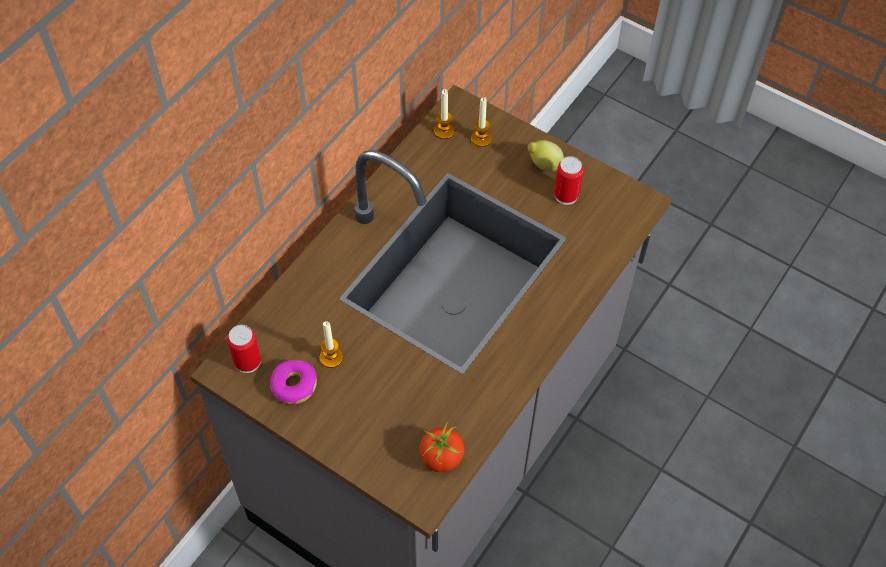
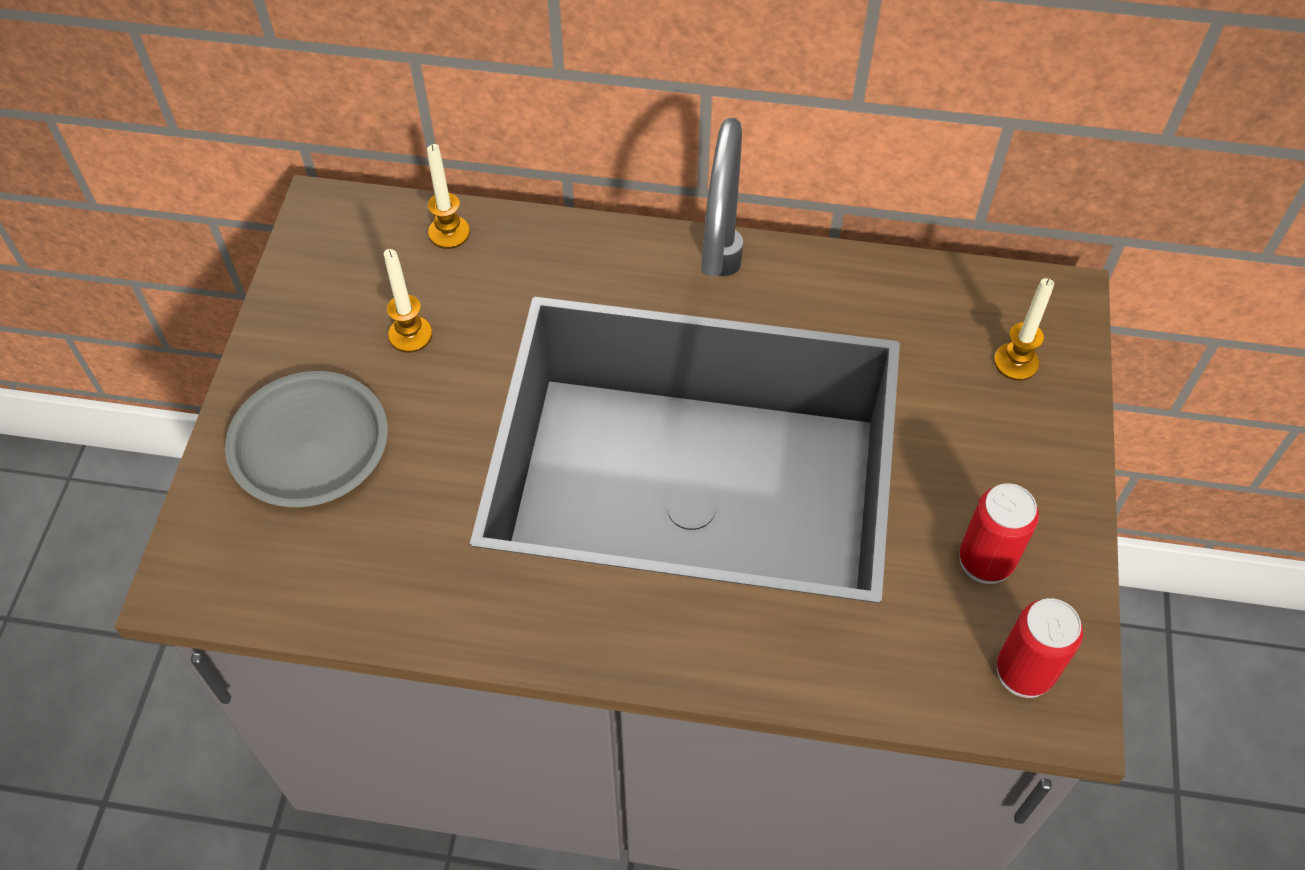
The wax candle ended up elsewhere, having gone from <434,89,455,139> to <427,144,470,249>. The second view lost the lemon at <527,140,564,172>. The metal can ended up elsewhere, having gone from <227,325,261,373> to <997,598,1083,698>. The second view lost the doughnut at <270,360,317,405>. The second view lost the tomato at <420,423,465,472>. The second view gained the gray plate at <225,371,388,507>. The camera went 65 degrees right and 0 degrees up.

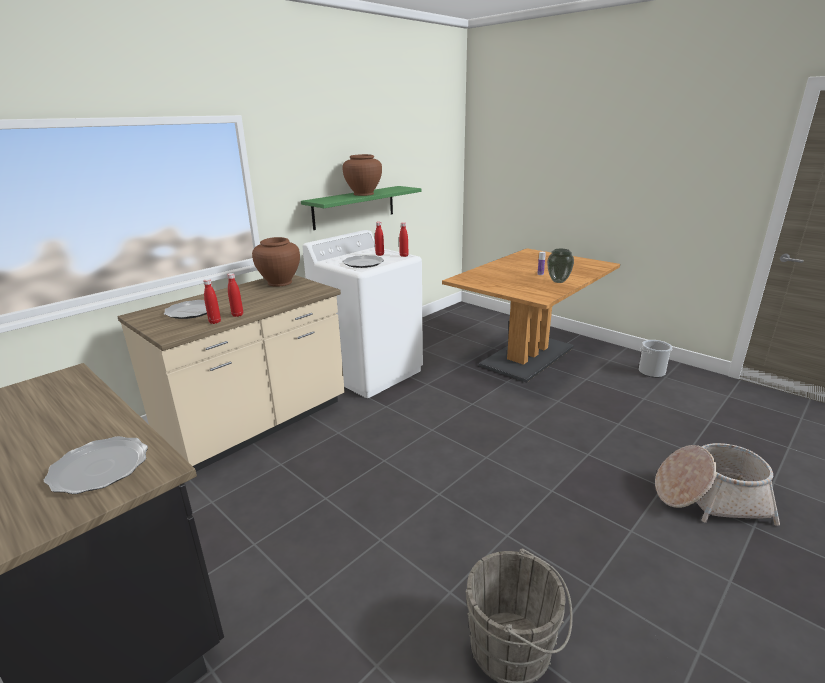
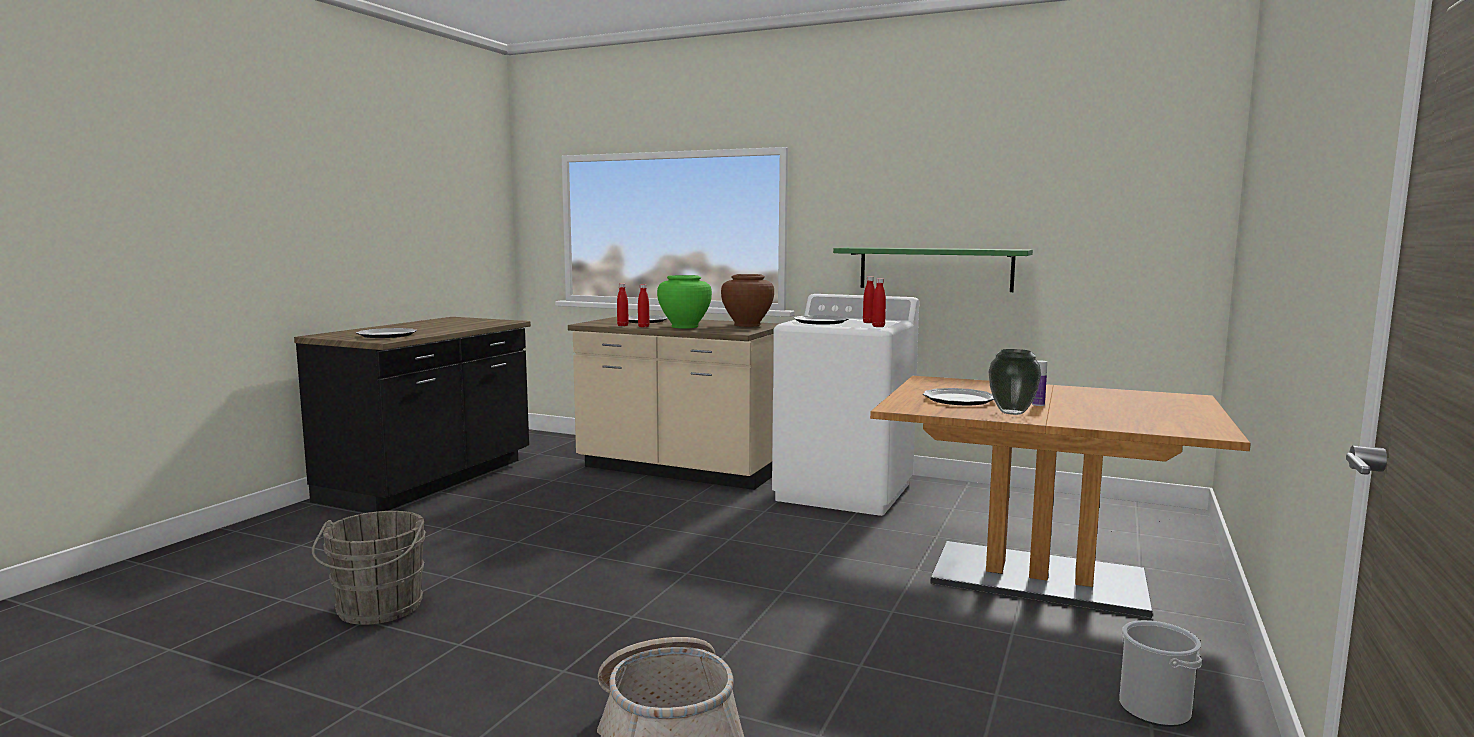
The second view lost the brownish flower vase at <343,154,382,196>. The second view gained the greenish flower vase at <657,275,712,328>. The second view gained the plate at <923,388,994,405>. The camera went 70 degrees right and 15 degrees down.

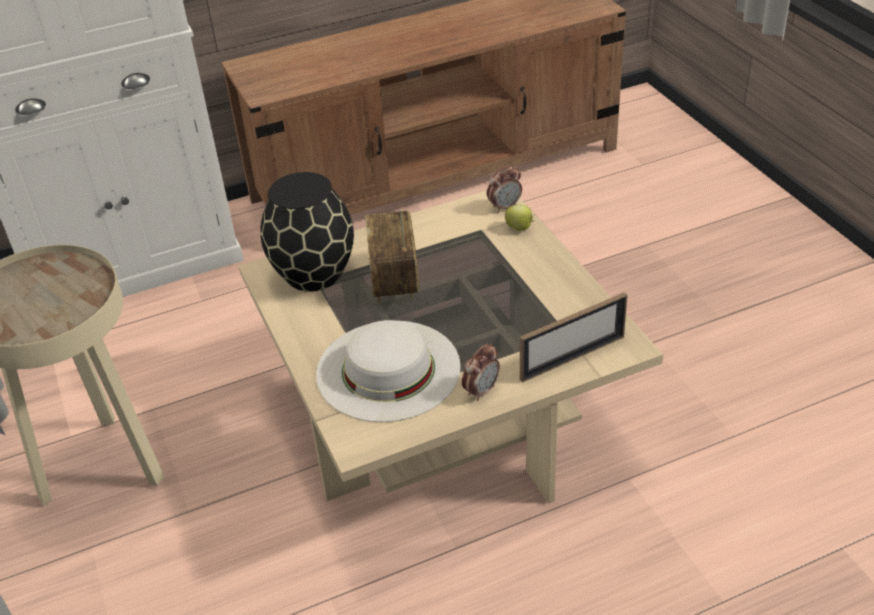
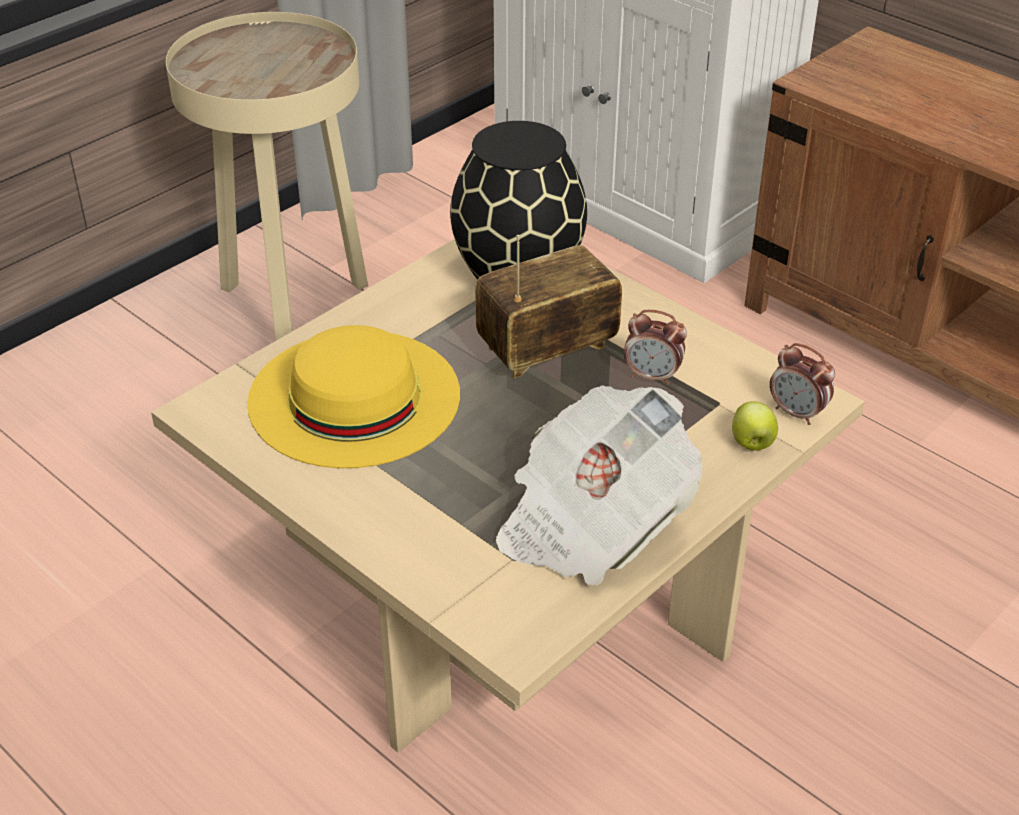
The second view lost the standing frame at <520,292,627,383>. What was the white clothing hat at <316,320,461,422> turned into the yellowish clothing hat at <247,325,460,468>. The table clock ended up elsewhere, having gone from <462,344,500,401> to <624,310,687,385>. The second view gained the printed paper at <496,385,703,586>. The camera went 65 degrees right and 0 degrees up.

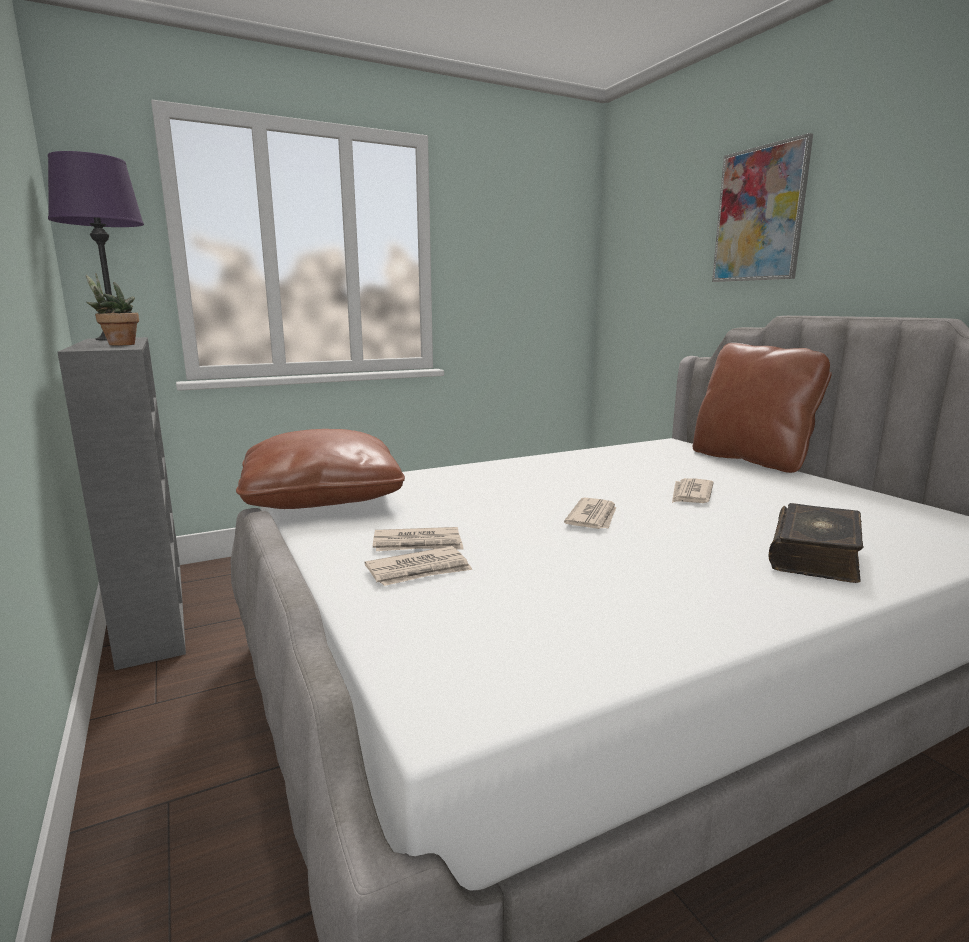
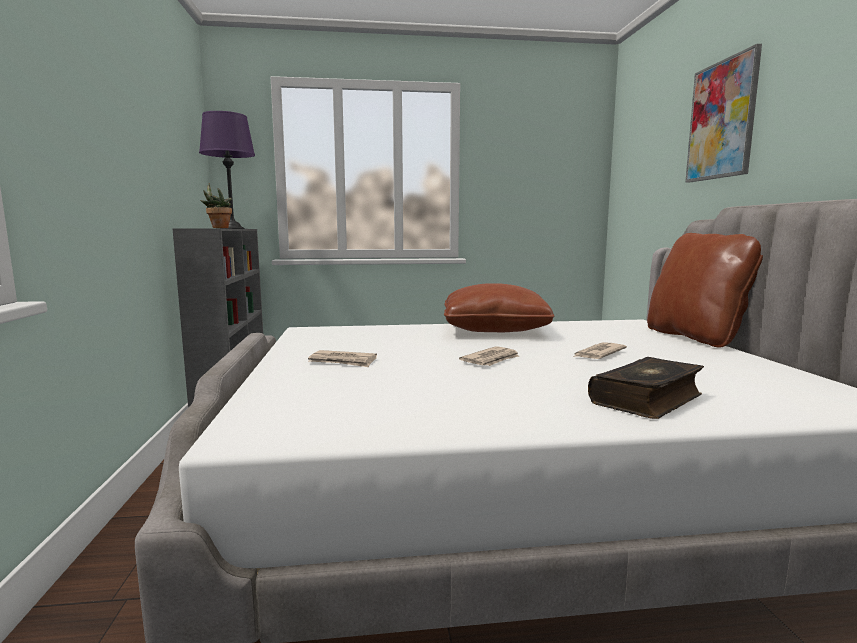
The brownish throw pillow ended up elsewhere, having gone from <236,429,405,509> to <444,283,554,332>. The second view lost the printed paper at <365,546,473,586>. The camera went 20 degrees right and 5 degrees down.

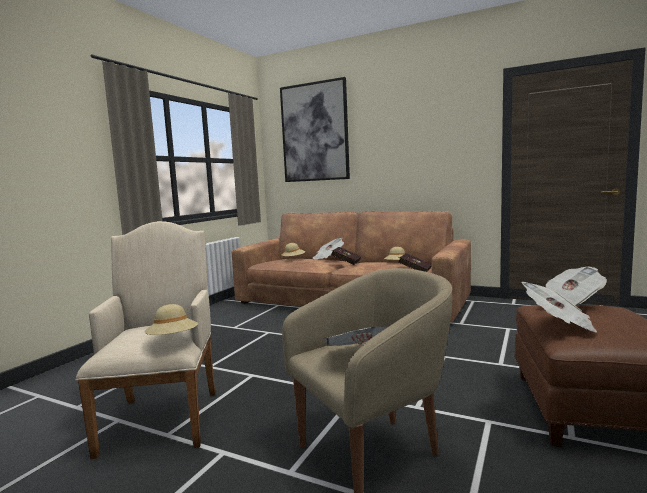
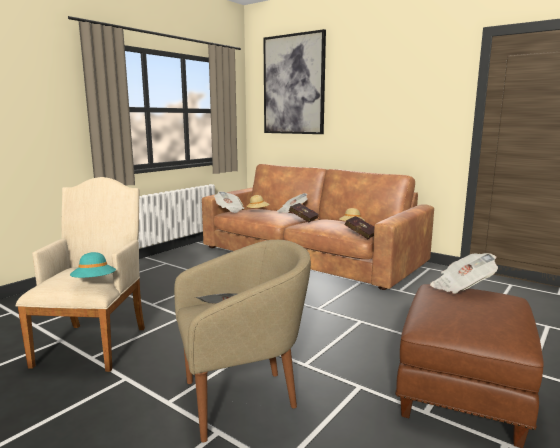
The printed paper ended up elsewhere, having gone from <522,282,598,333> to <214,191,244,213>. What was the sand-coloured clothing hat at <145,304,198,335> turned into the turquoise clothing hat at <70,252,116,278>. The camera went 10 degrees right and 5 degrees up.

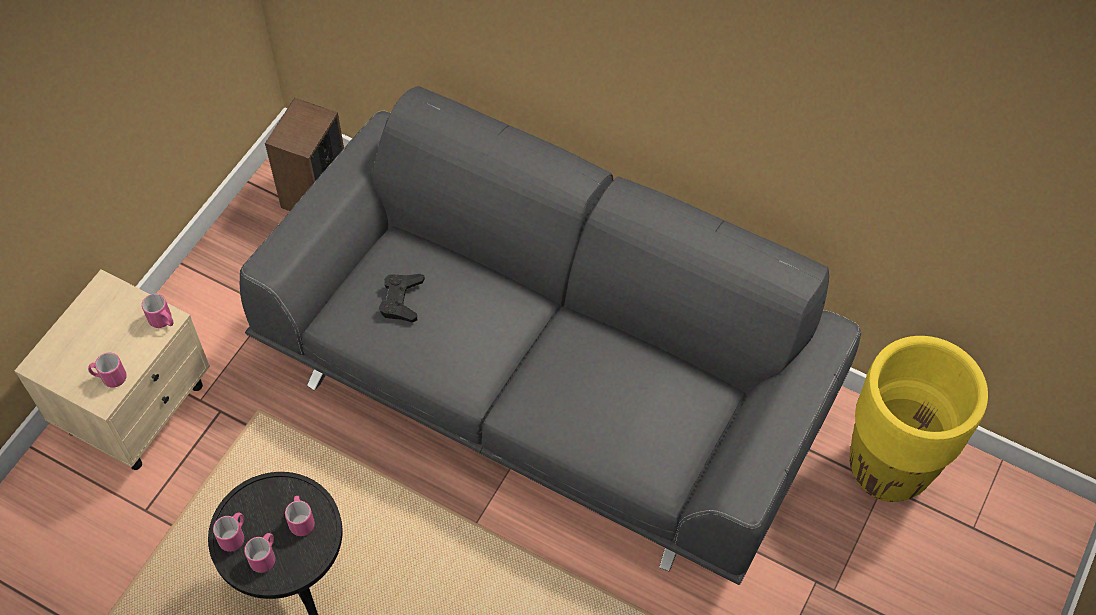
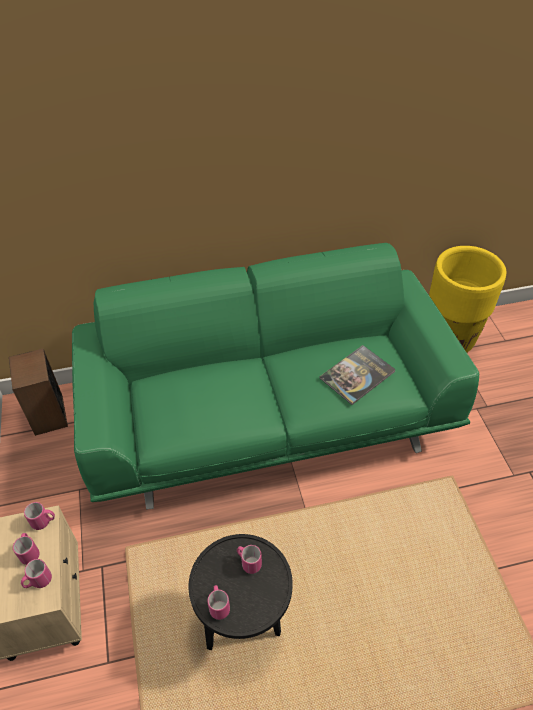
What was the gray couch at <240,86,861,585> turned into the greenish couch at <72,243,479,509>. The second view lost the black gamepad at <379,274,425,322>. The pinkish tea mug ended up elsewhere, having gone from <244,533,275,573> to <13,533,40,565>. The second view gained the bound book at <320,345,396,405>. The camera went 40 degrees left and 10 degrees down.

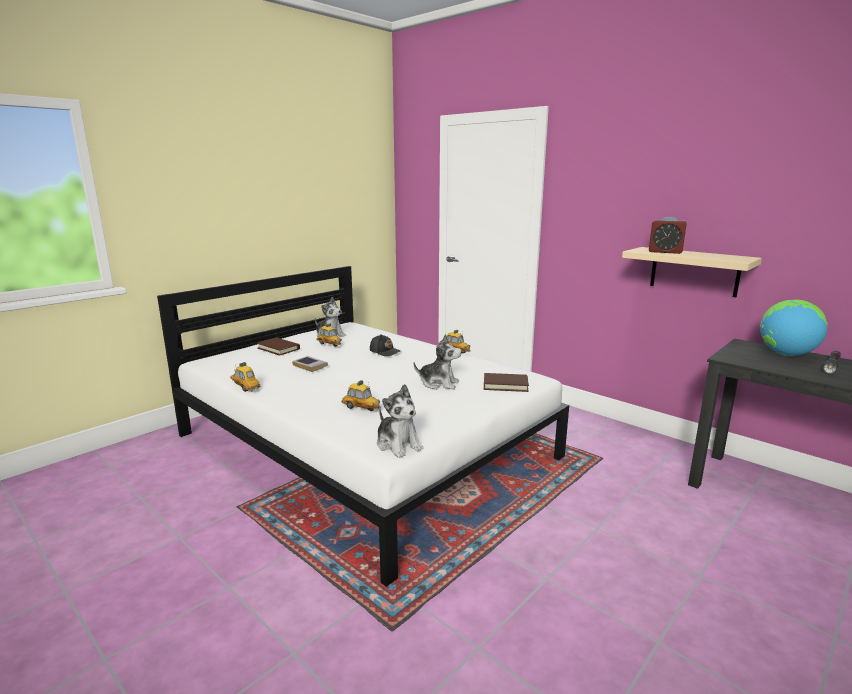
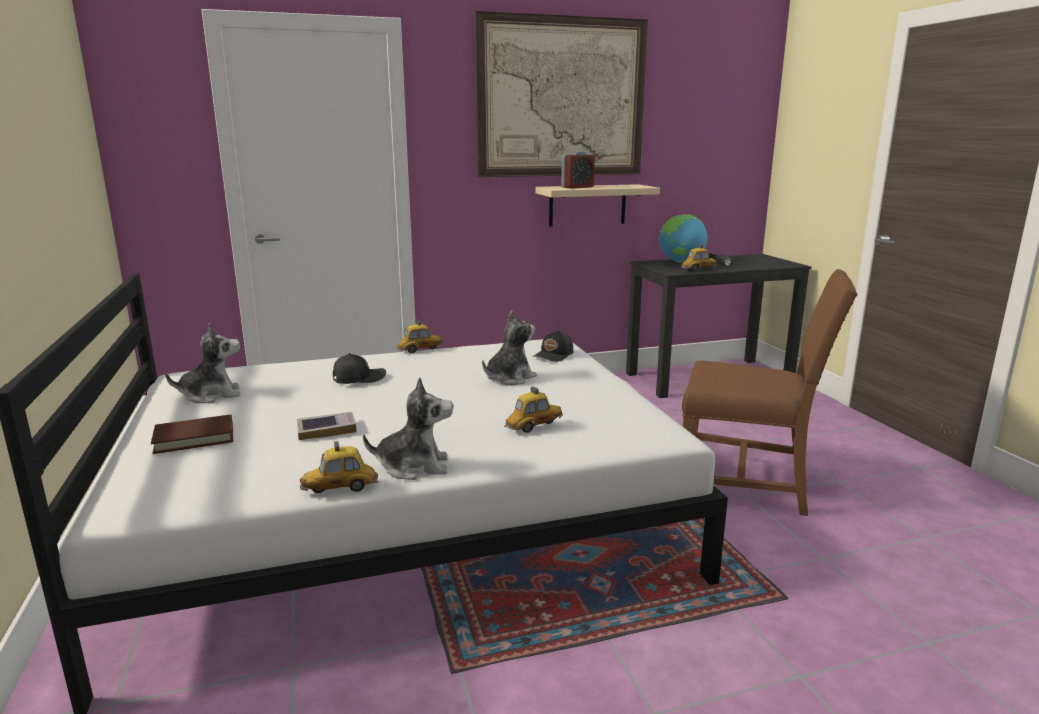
The miniature car ended up elsewhere, having gone from <316,323,342,346> to <680,245,717,271>. Where the brownish bound book stood at <484,373,529,392>, the black peaked cap came to stand at <533,330,573,362>. The plush toy ended up elsewhere, having gone from <377,384,424,458> to <363,377,453,480>. The second view gained the picture at <475,11,648,177>. The second view gained the brownish chair at <682,269,857,516>. The camera went 60 degrees left and 0 degrees up.

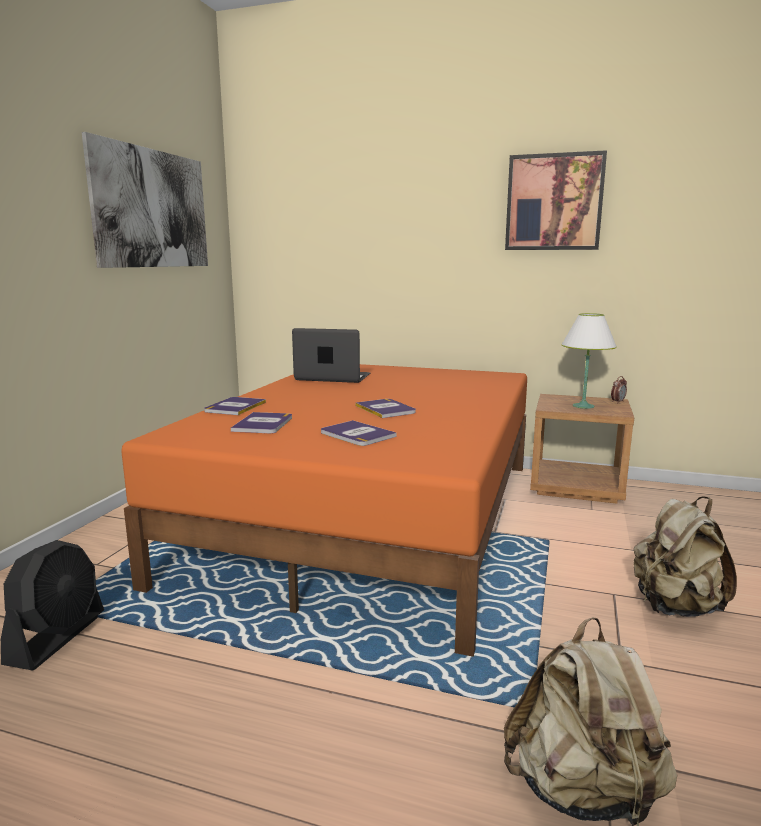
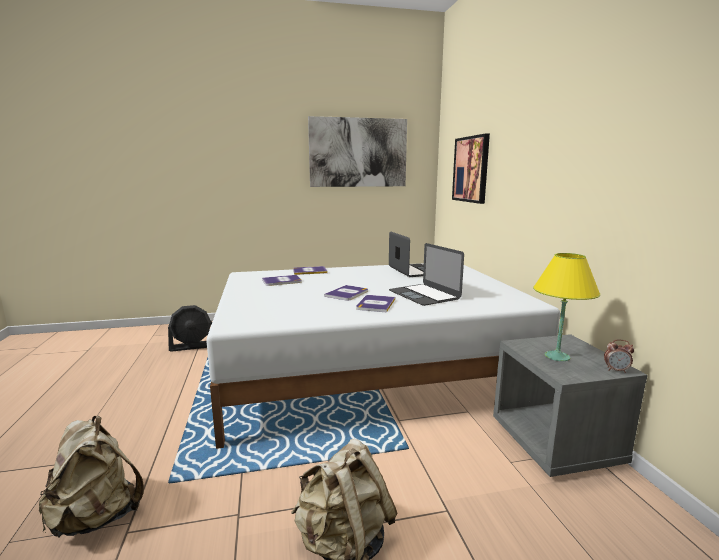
The picture ended up elsewhere, having gone from <505,150,607,250> to <452,134,490,204>. What was the white table lamp at <561,313,617,409> turned into the yellowish table lamp at <533,253,600,361>. What was the orange-coloured bed at <121,364,527,657> turned into the white bed at <206,263,560,449>. What was the brownish bedside table at <530,394,634,504> turned into the gray bedside table at <493,334,648,477>. The bound book ended up elsewhere, having gone from <321,420,397,446> to <356,295,395,313>. The second view gained the notebook computer at <389,243,464,306>. The camera went 60 degrees right and 0 degrees up.

